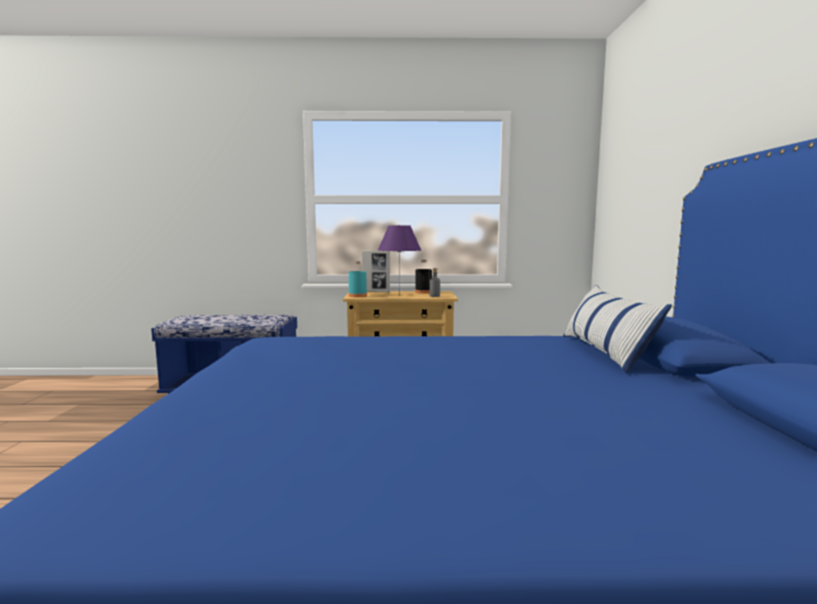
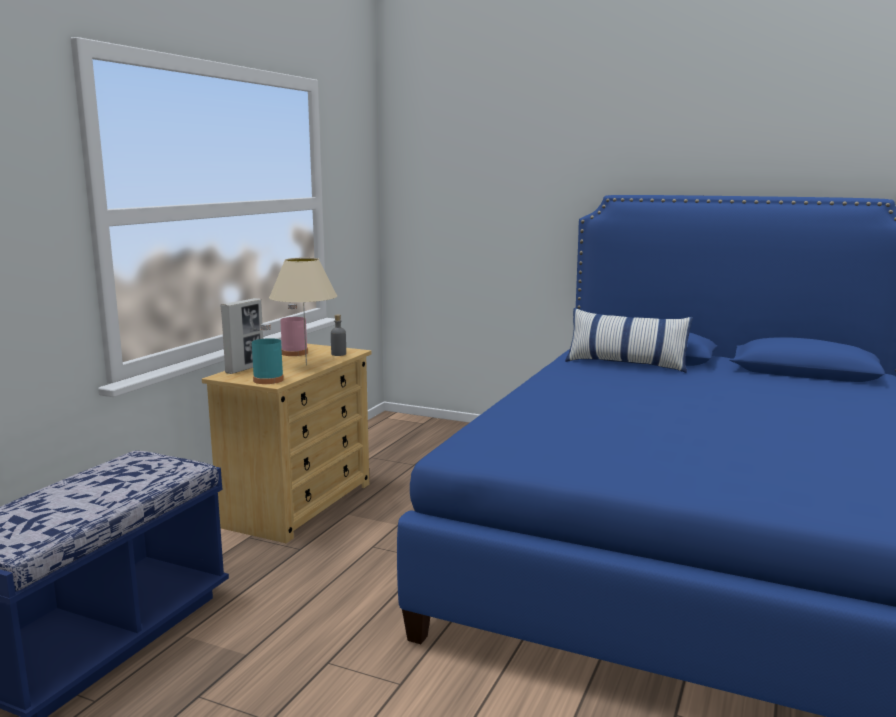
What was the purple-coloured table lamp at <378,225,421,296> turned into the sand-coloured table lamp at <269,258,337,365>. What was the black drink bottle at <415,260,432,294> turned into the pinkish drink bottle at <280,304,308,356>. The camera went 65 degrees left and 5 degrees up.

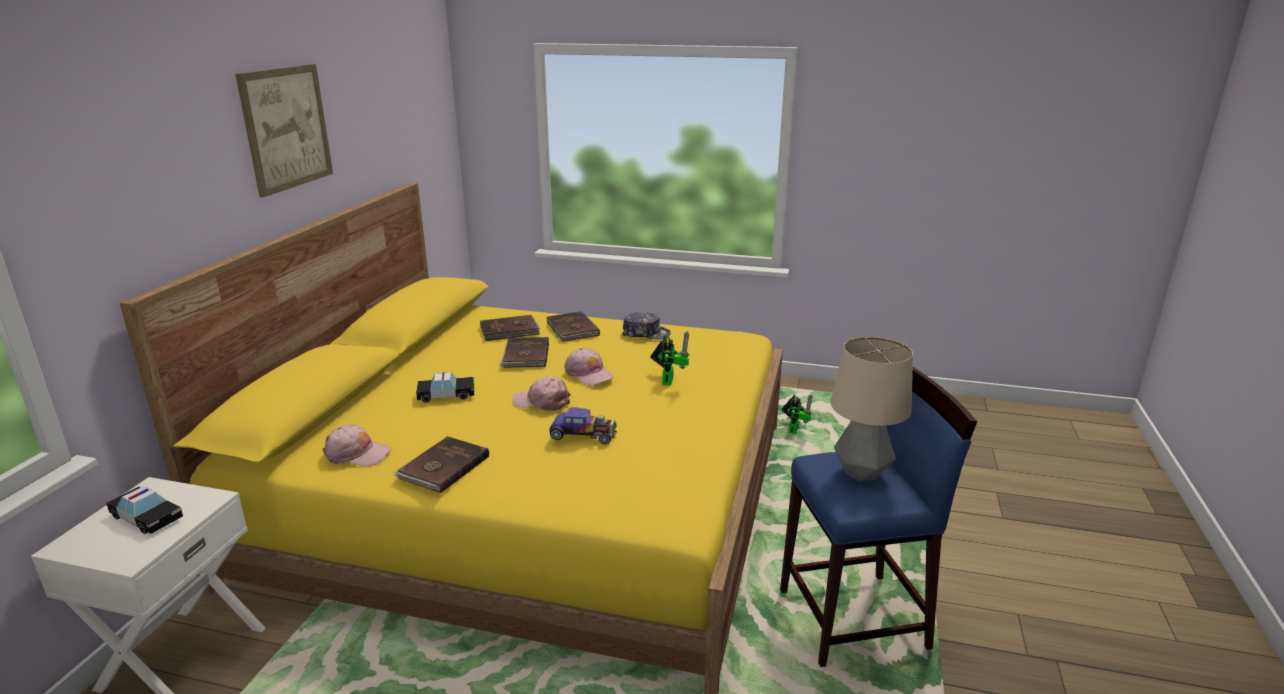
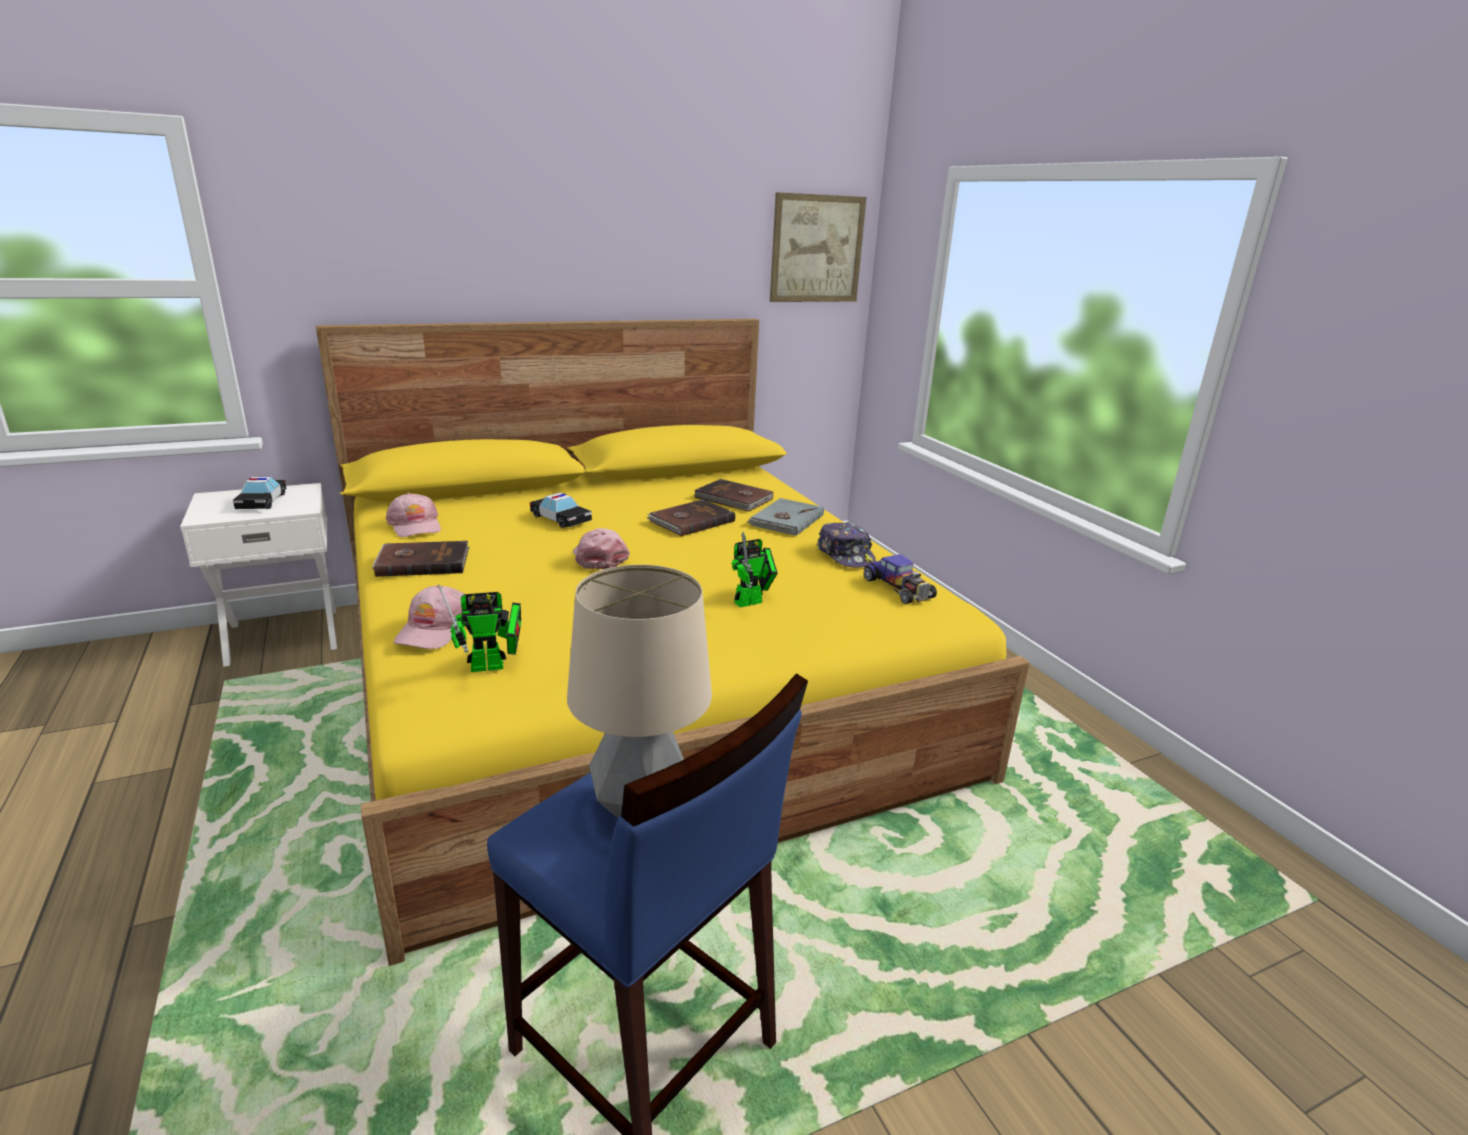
The picture ended up elsewhere, having gone from <235,64,333,197> to <770,192,867,302>. What was the brownish bound book at <546,311,600,342> turned into the gray bound book at <747,498,824,536>. The pinkish peaked cap ended up elsewhere, having gone from <564,348,614,386> to <394,585,464,649>. The model robot ended up elsewhere, having gone from <781,395,813,434> to <438,584,521,672>. The miniature car ended up elsewhere, having gone from <549,407,617,444> to <864,555,937,604>. The camera went 50 degrees right and 0 degrees up.

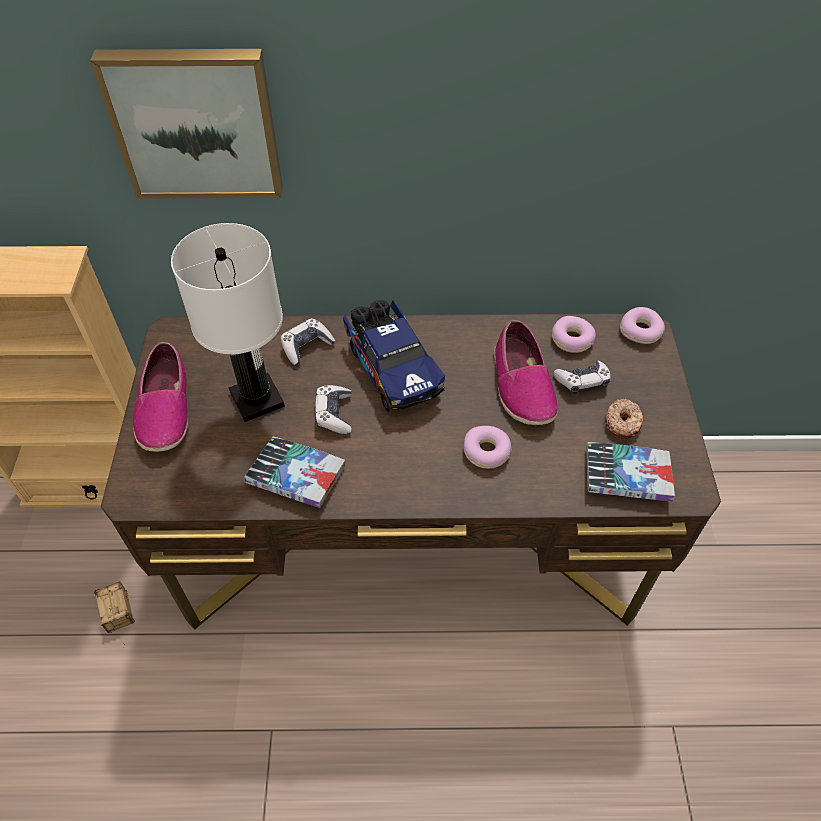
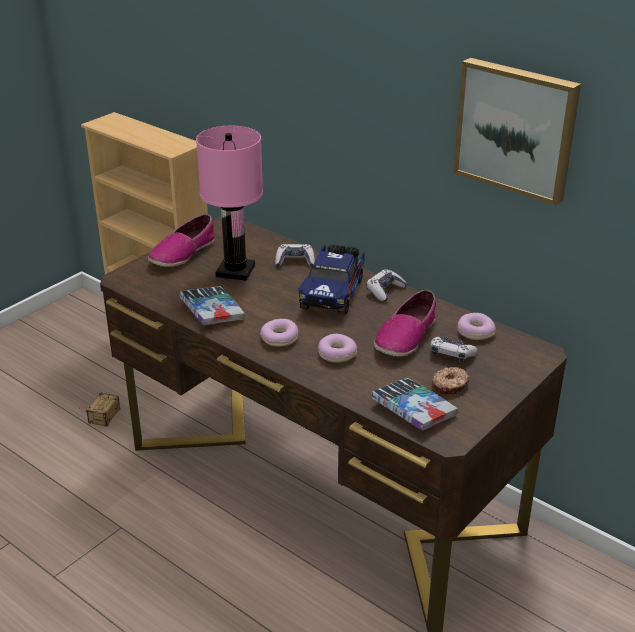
The picture ended up elsewhere, having gone from <90,49,283,199> to <453,58,581,206>. What was the white table lamp at <171,223,285,422> turned into the pinkish table lamp at <196,126,263,281>. The doughnut ended up elsewhere, having gone from <620,307,665,344> to <260,319,298,347>. The gamepad ended up elsewhere, having gone from <315,385,352,434> to <366,269,407,302>. The camera went 40 degrees right and 20 degrees down.

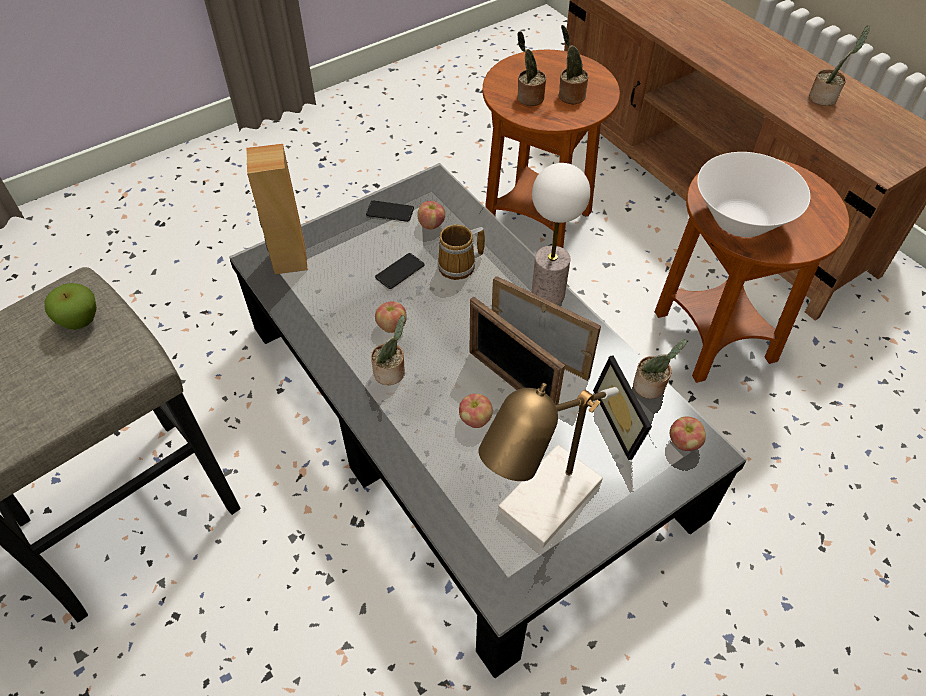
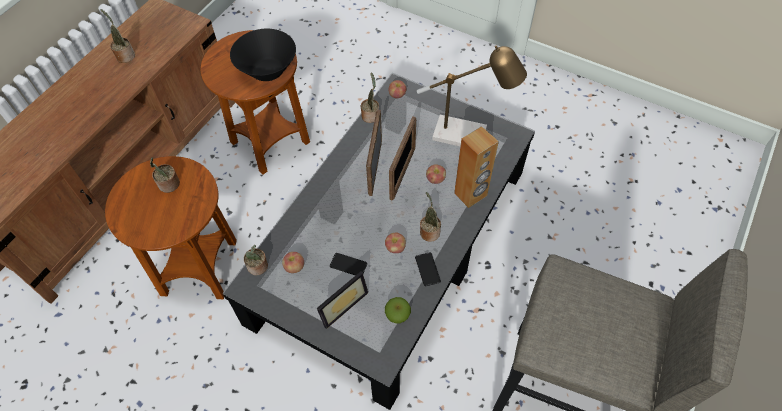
The potted plant ended up elsewhere, having gone from <517,31,546,106> to <244,245,268,275>. The brownish speaker ended up elsewhere, having gone from <246,144,308,274> to <454,126,499,208>. What was the white deep dish at <697,152,810,237> turned into the black deep dish at <230,29,296,81>. The second view lost the table lamp at <532,163,590,305>. The phone ended up elsewhere, having gone from <366,200,414,222> to <415,252,441,286>. The second view lost the tea mug at <438,224,485,280>. The apple fruit ended up elsewhere, having gone from <45,283,97,330> to <385,297,411,323>. The standing frame ended up elsewhere, having gone from <593,355,652,460> to <317,271,368,329>. The camera went 115 degrees left and 5 degrees up.

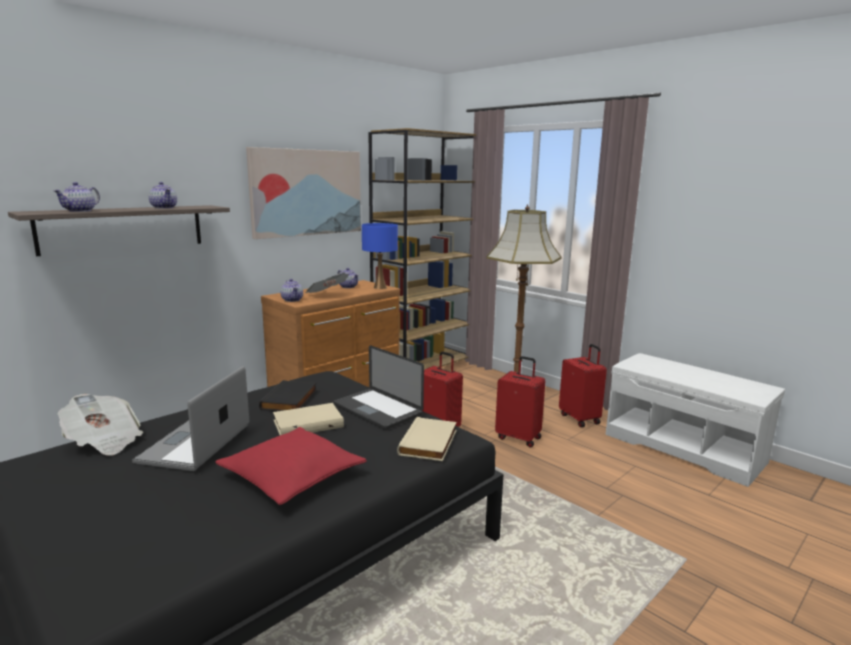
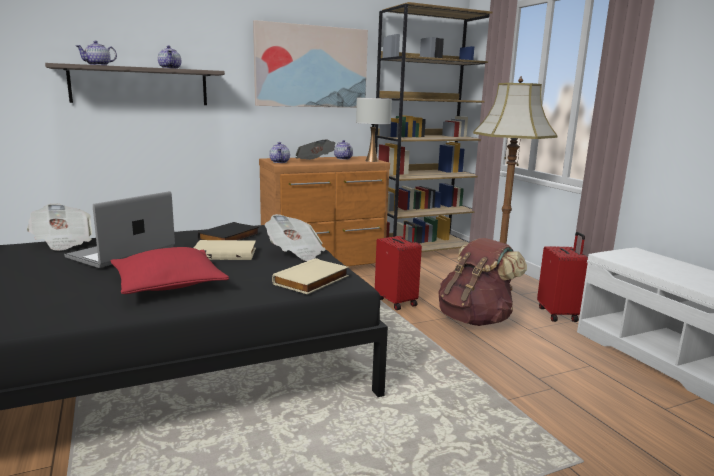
What was the blue table lamp at <362,223,398,289> turned into the white table lamp at <356,98,392,162>. Where the notebook computer stood at <334,345,424,430>, the printed paper came to stand at <265,214,326,261>. Where the reddish suitcase stood at <495,356,545,448>, the brownish knapsack came to stand at <439,238,527,326>. The camera went 20 degrees right and 0 degrees up.

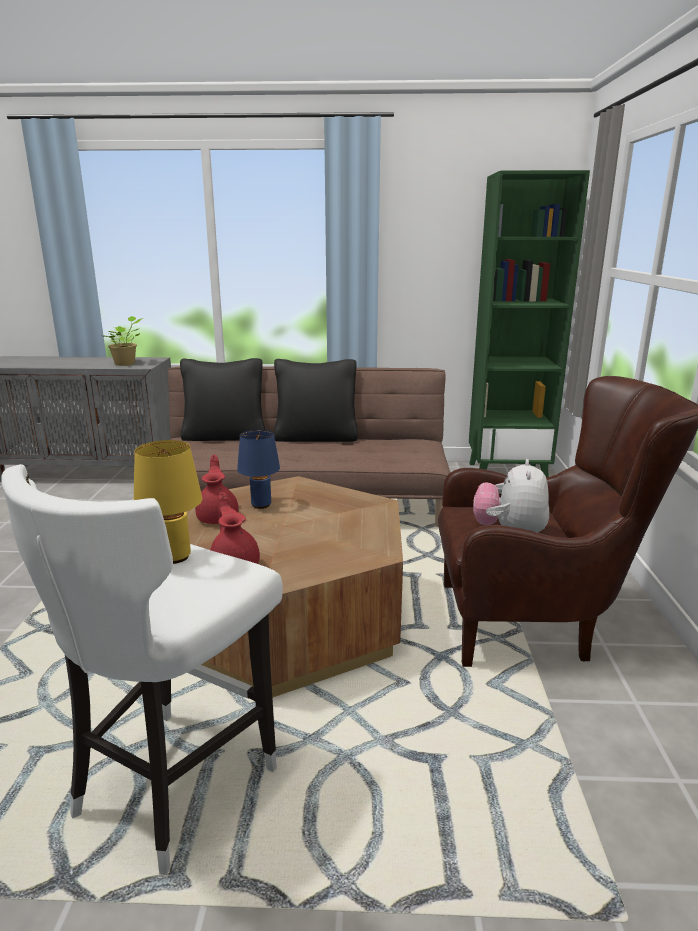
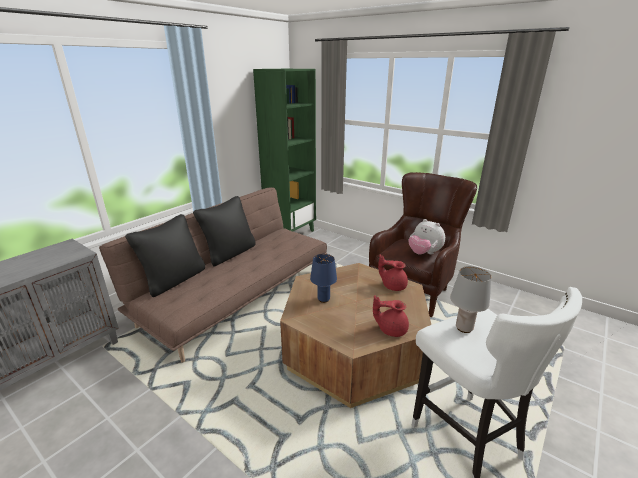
The second view lost the potted plant at <104,316,143,366>. What was the yellowish table lamp at <134,440,202,564> turned into the gray table lamp at <450,266,492,333>. The reddish pot for tea ended up elsewhere, having gone from <195,455,239,524> to <378,255,408,291>. The camera went 55 degrees left and 5 degrees up.

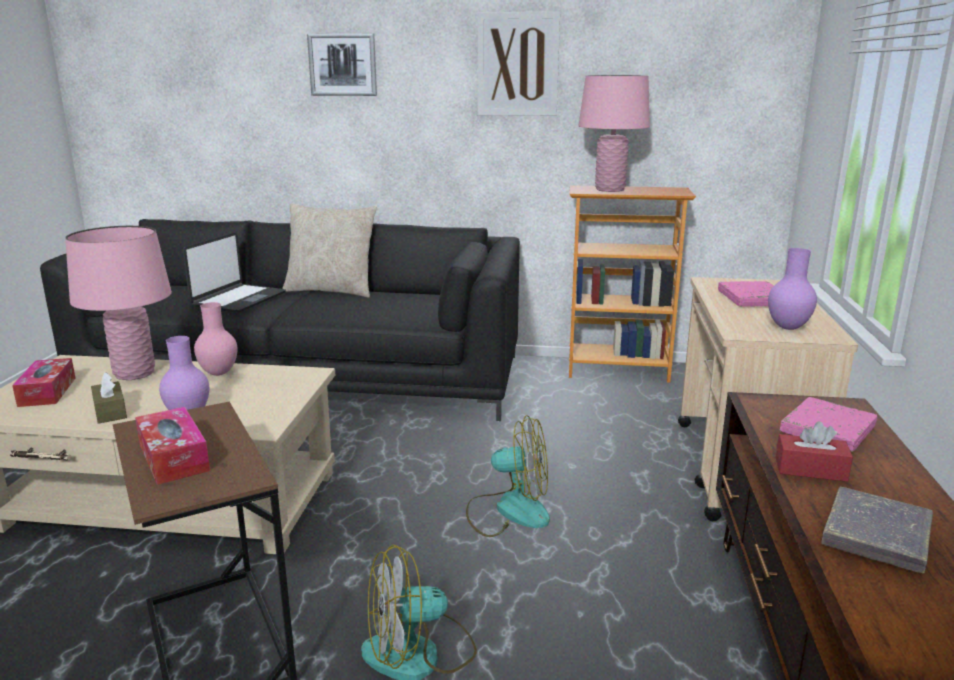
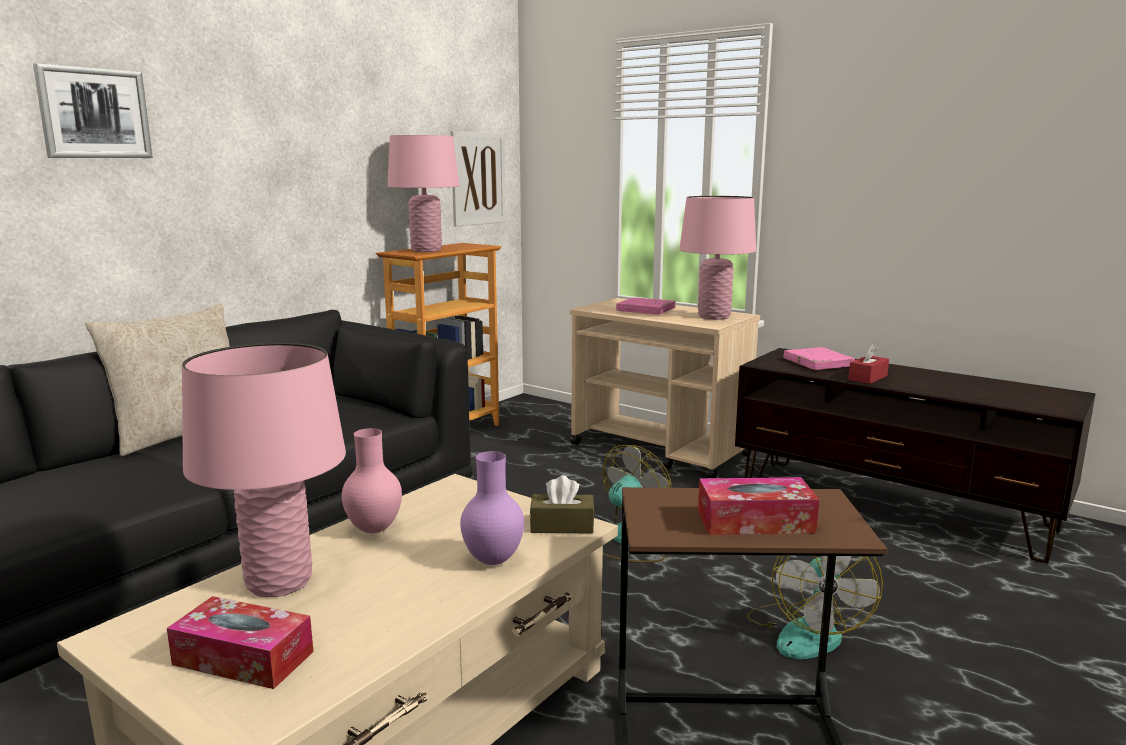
The picture ended up elsewhere, having gone from <478,11,560,116> to <451,131,506,227>. The second view lost the notebook computer at <183,232,286,313>. Where the purple-coloured flower vase stood at <768,248,817,330>, the pinkish table lamp came to stand at <679,196,756,320>. The brownish tissue box ended up elsewhere, having gone from <91,372,127,424> to <530,475,594,533>. The second view lost the gray bound book at <821,487,933,573>. The camera went 60 degrees left and 5 degrees down.

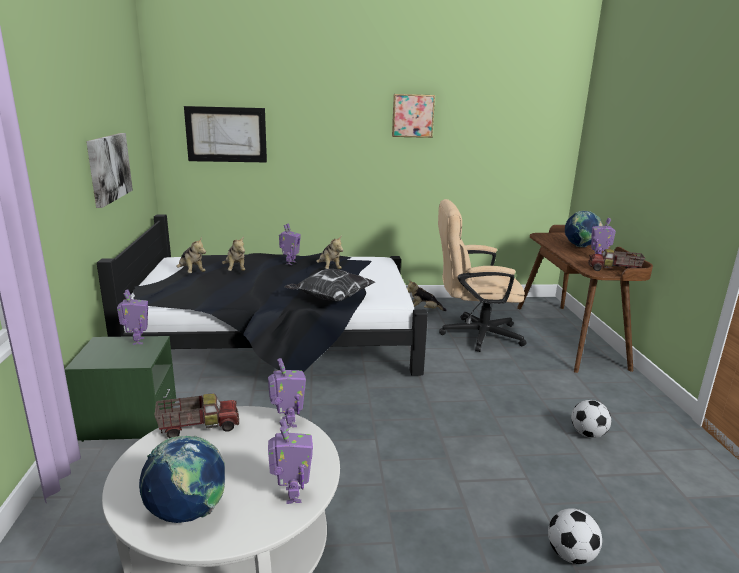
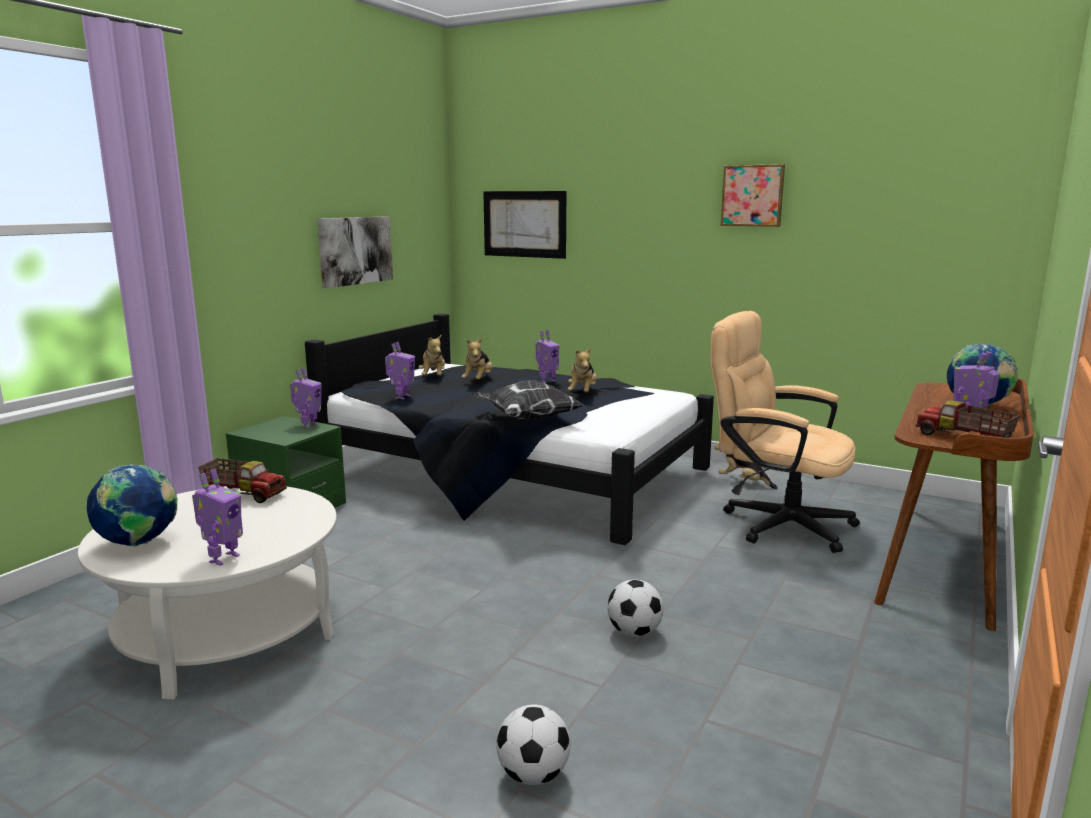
The model robot ended up elsewhere, having gone from <268,358,306,428> to <385,342,415,399>. The football ball ended up elsewhere, having gone from <571,400,611,438> to <607,579,663,637>. The camera went 35 degrees right and 5 degrees down.

